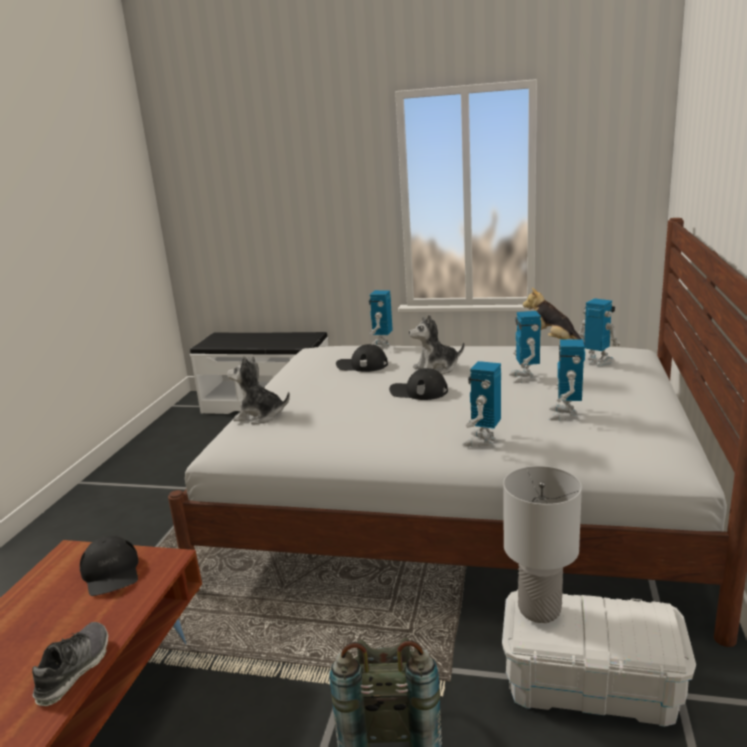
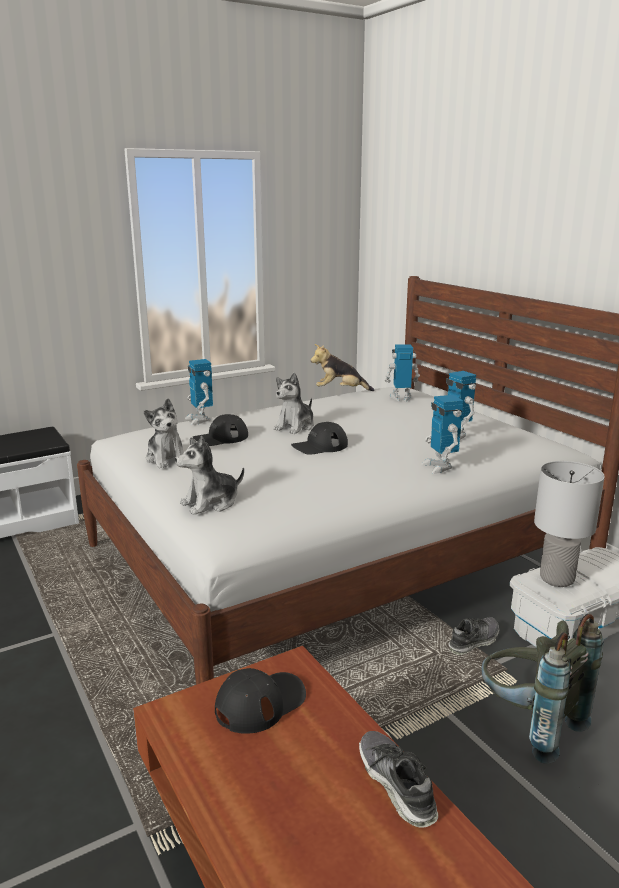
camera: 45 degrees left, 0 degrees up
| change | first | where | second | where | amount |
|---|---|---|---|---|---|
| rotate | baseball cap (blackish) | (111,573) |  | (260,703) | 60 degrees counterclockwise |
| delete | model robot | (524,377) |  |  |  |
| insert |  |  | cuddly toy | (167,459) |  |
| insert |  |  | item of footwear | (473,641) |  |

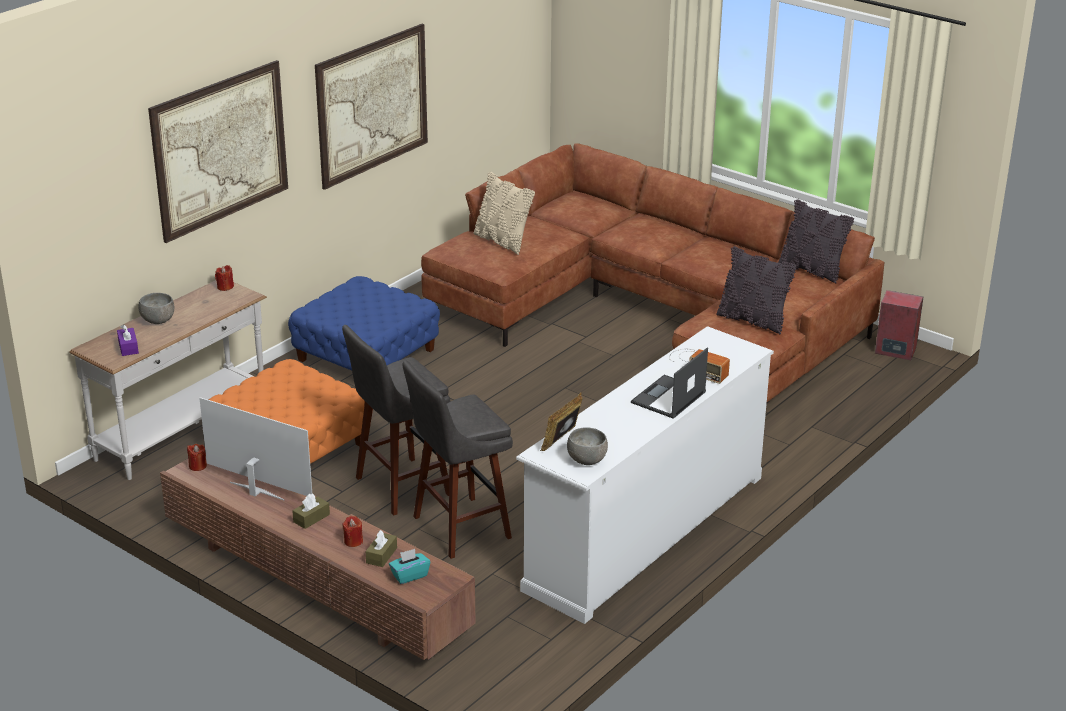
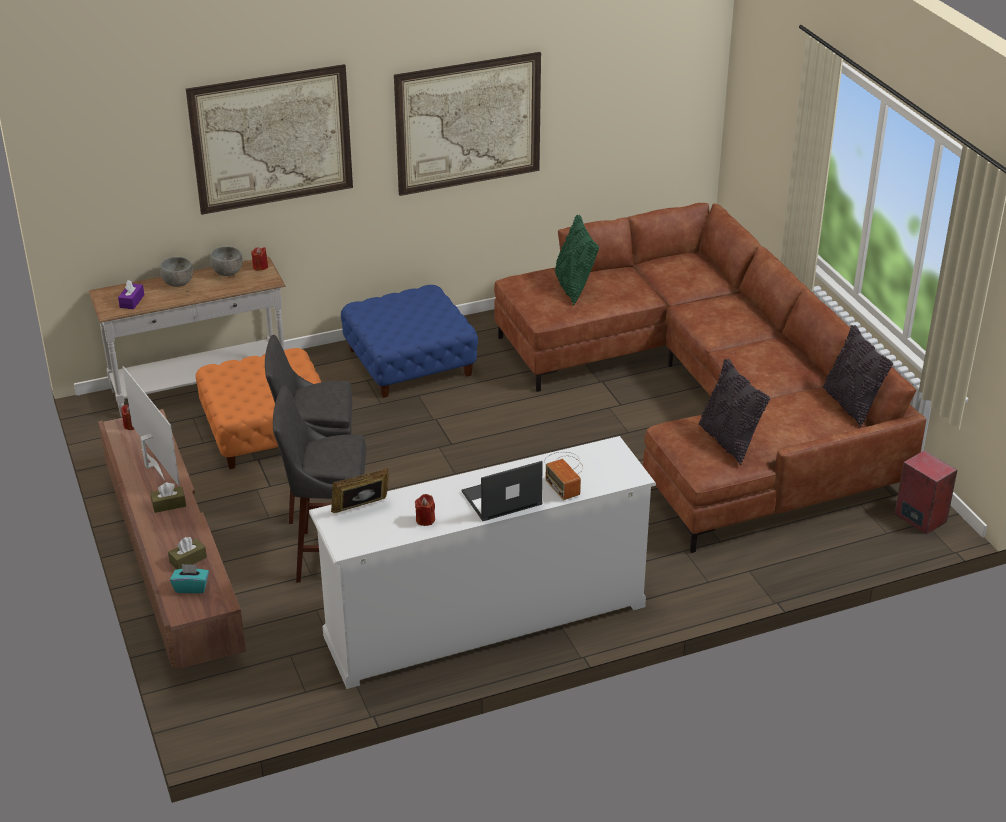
camera: 30 degrees right, 5 degrees up
| change | first | where | second | where | amount |
|---|---|---|---|---|---|
| move | wax light (reddish) | (353,541) |  | (425,520) |  |
| recolor | cushion (beige) | (503,242) | cushion (green) | (574,287) |  |
| move | bowl (gray) | (587,461) |  | (227,273) |  |

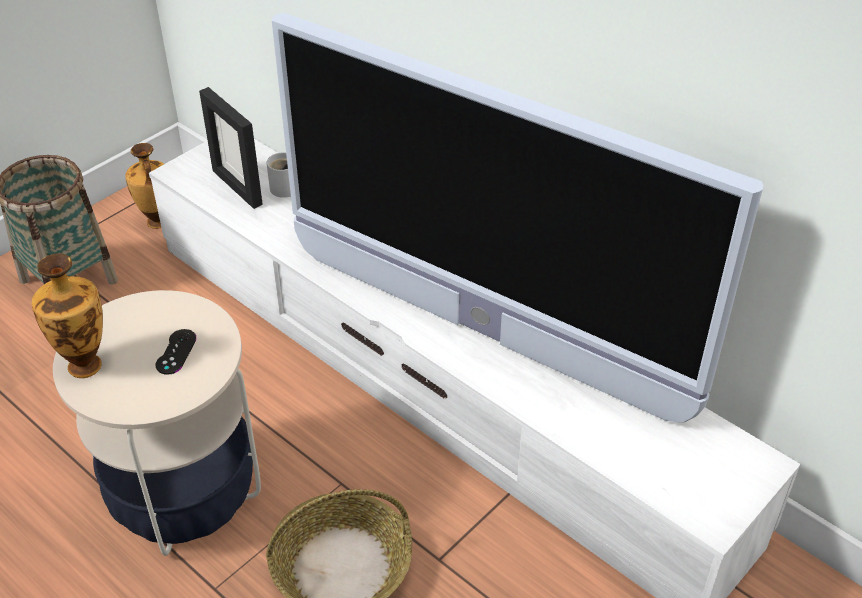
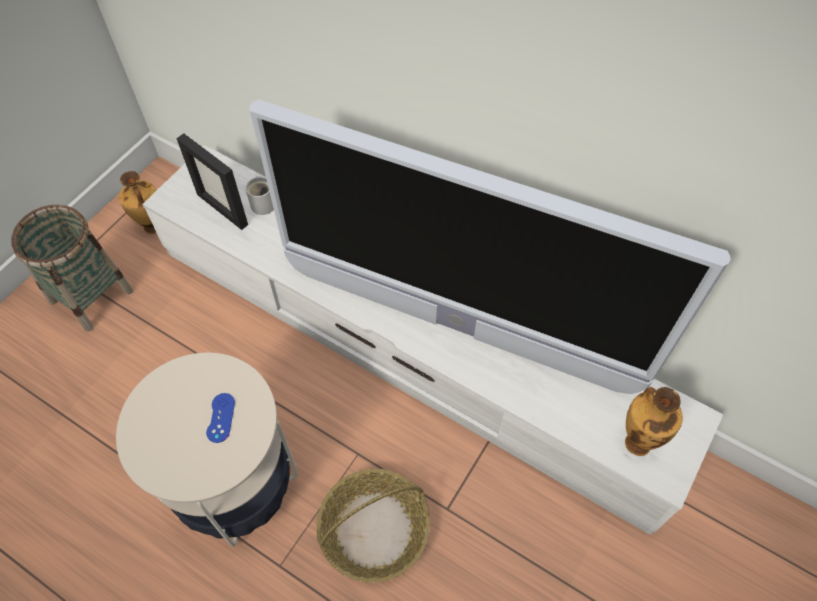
camera: 10 degrees left, 15 degrees up
| change | first | where | second | where | amount |
|---|---|---|---|---|---|
| move | decorative vase | (85,364) |  | (637,441) |  |
| recolor | joypad (blackish) | (176,352) | joypad (bluish) | (220,417) |  |

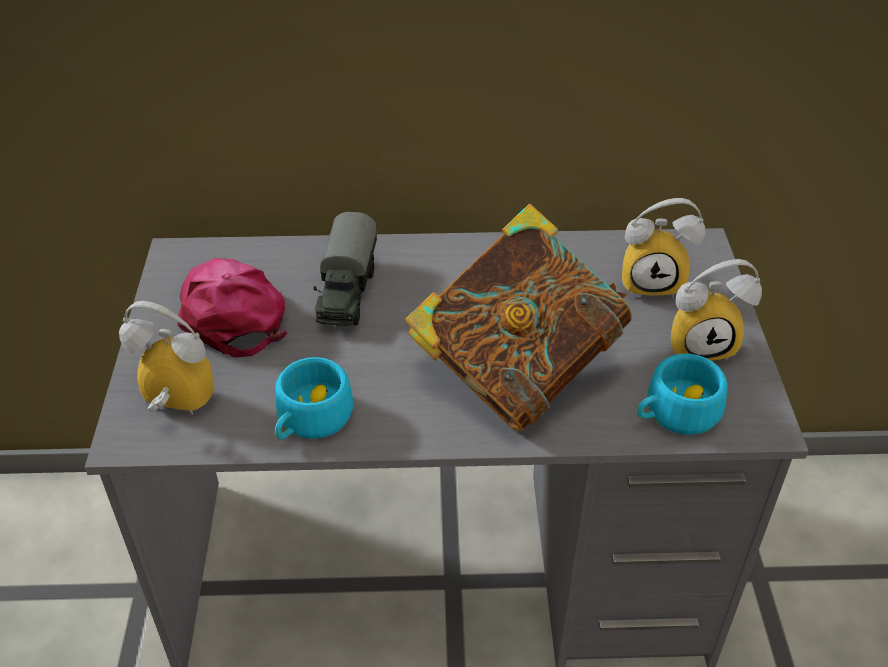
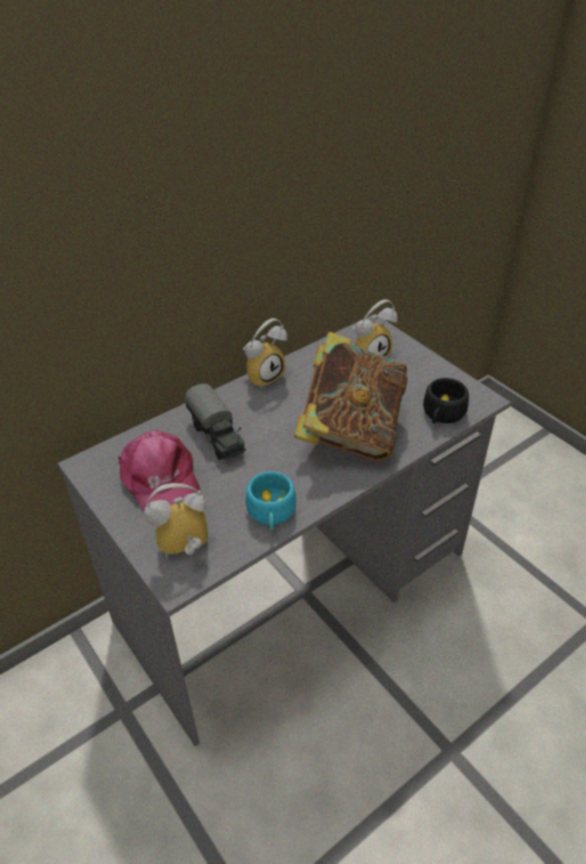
camera: 35 degrees left, 0 degrees up
| change | first | where | second | where | amount |
|---|---|---|---|---|---|
| rotate | baseball cap (pinkish) | (231,312) |  | (160,480) | 150 degrees counterclockwise |
| recolor | cup (turquoise-coloured) | (675,414) | cup (blackish) | (442,414) |  |
| move | table clock | (701,344) |  | (264,375) |  |

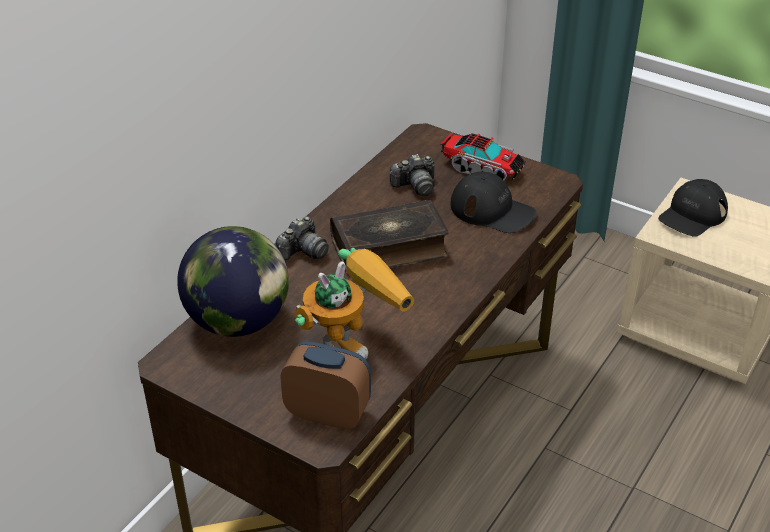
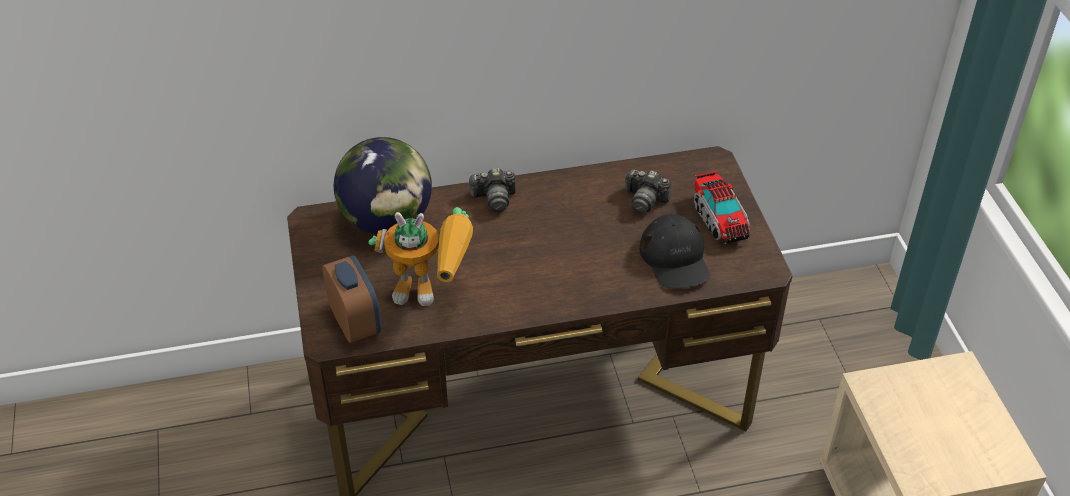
camera: 45 degrees right, 5 degrees up
| change | first | where | second | where | amount |
|---|---|---|---|---|---|
| delete | volume | (389,248) |  |  |  |
| delete | baseball cap (blackish) | (692,215) |  |  |  |

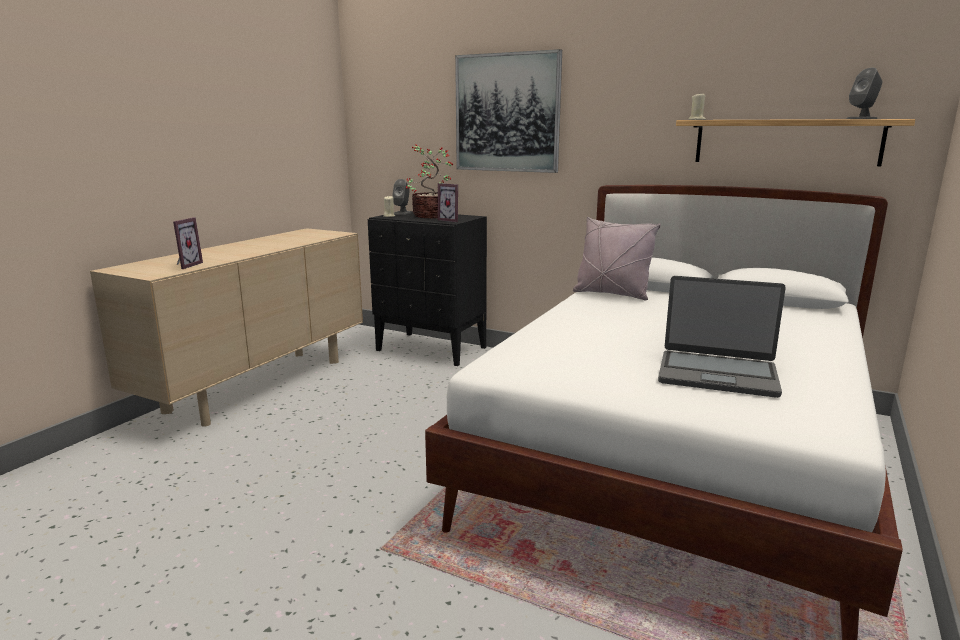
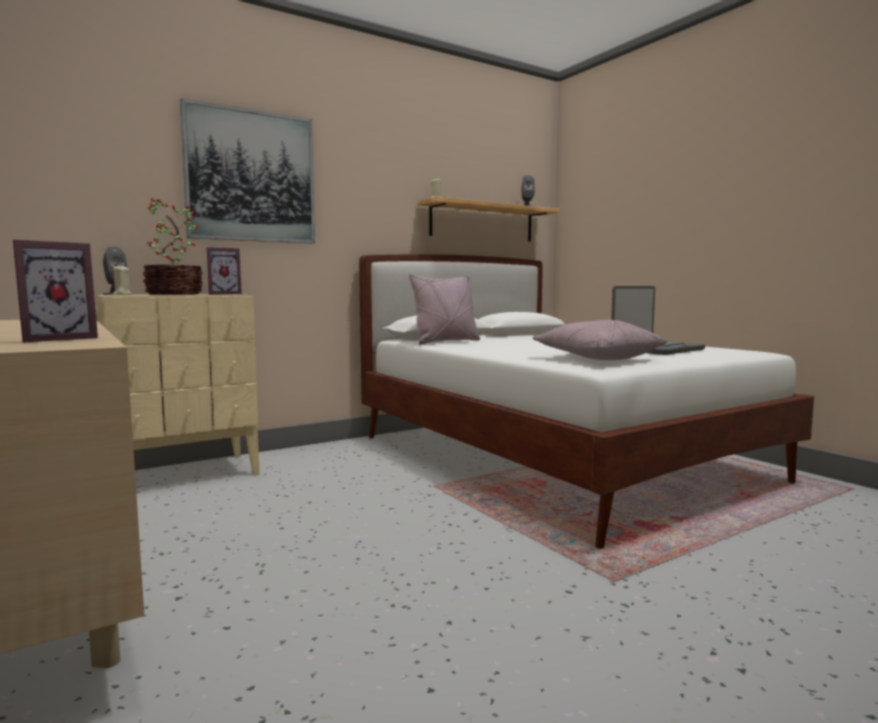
camera: 60 degrees left, 10 degrees down
| change | first | where | second | where | amount |
|---|---|---|---|---|---|
| rotate | standing frame | (185,265) |  | (56,339) | 90 degrees clockwise |
| recolor | dresser (blackish) | (431,349) | dresser (beige) | (186,475) |  |
| insert |  |  | cushion (purple-coloured) | (597,358) |  |

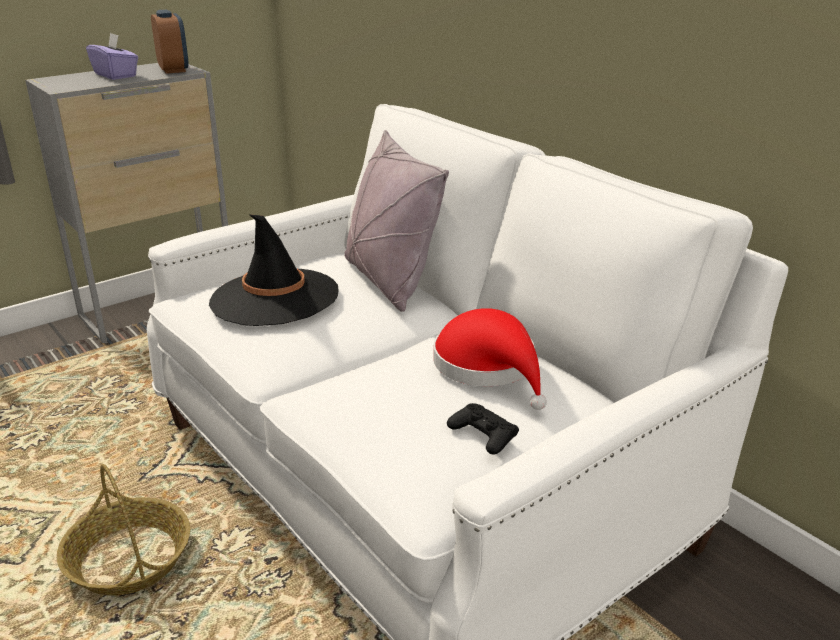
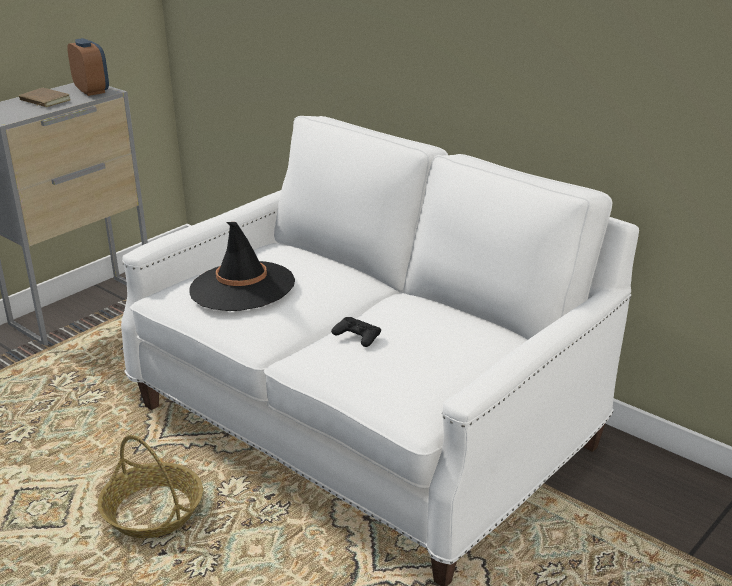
camera: 10 degrees left, 0 degrees up
| change | first | where | second | where | amount |
|---|---|---|---|---|---|
| replace | box of tissues (purple-coloured) | (116,75) | volume (brown-coloured) | (43,101) |  |
| delete | cushion (purple-coloured) | (389,281) |  |  |  |
| delete | clothing hat (reddish) | (489,367) |  |  |  |
| move | joypad (blackish) | (483,434) |  | (357,336) |  |

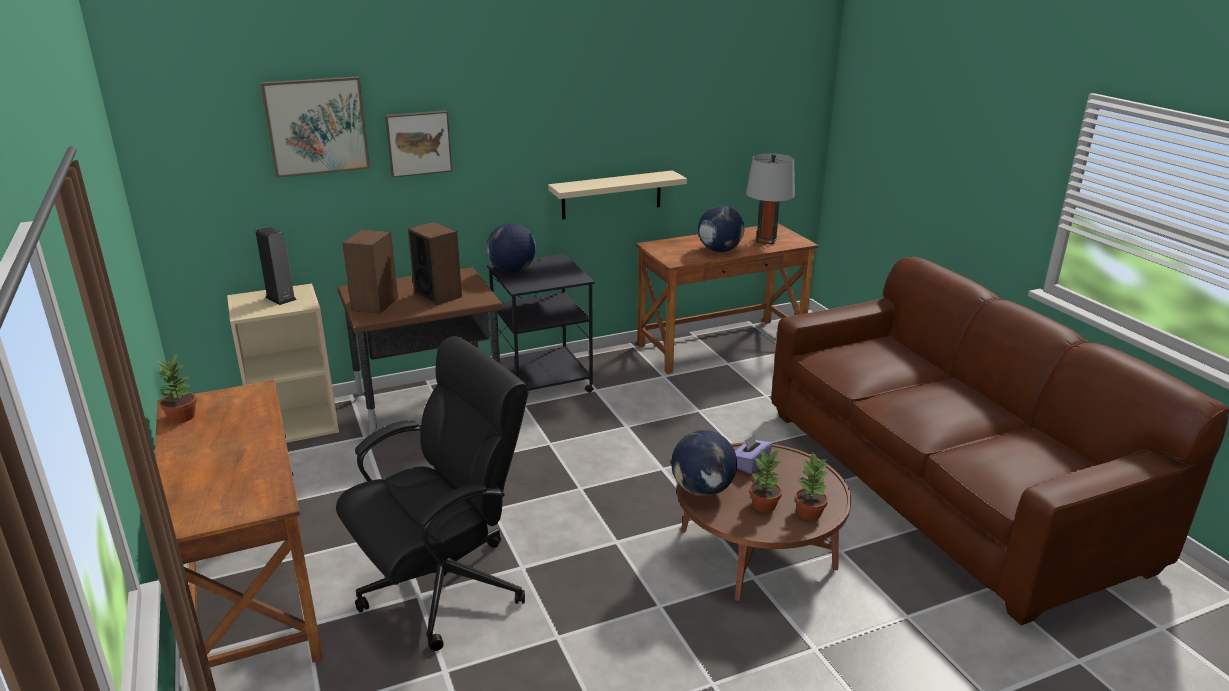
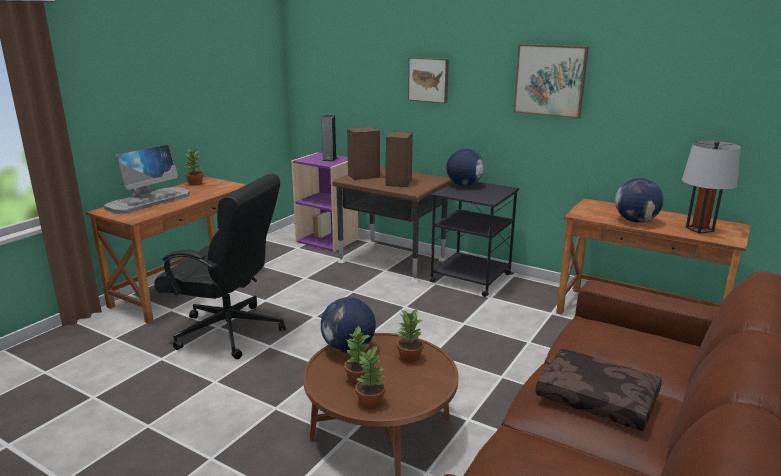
camera: 55 degrees right, 5 degrees down
| change | first | where | second | where | amount |
|---|---|---|---|---|---|
| recolor | bookcase (beige) | (295,423) | bookcase (purple-coloured) | (328,240) |  |
| move | wall picture | (316,126) |  | (550,80) |  |
| delete | bracket shelf (beige) | (611,195) |  |  |  |
| replace | box of tissues (purple-coloured) | (750,464) | plant in a pot | (409,357) |  |
| insert |  |  | monitor | (149,201) |  |
| insert |  |  | cushion (brown-coloured) | (598,398) |  |

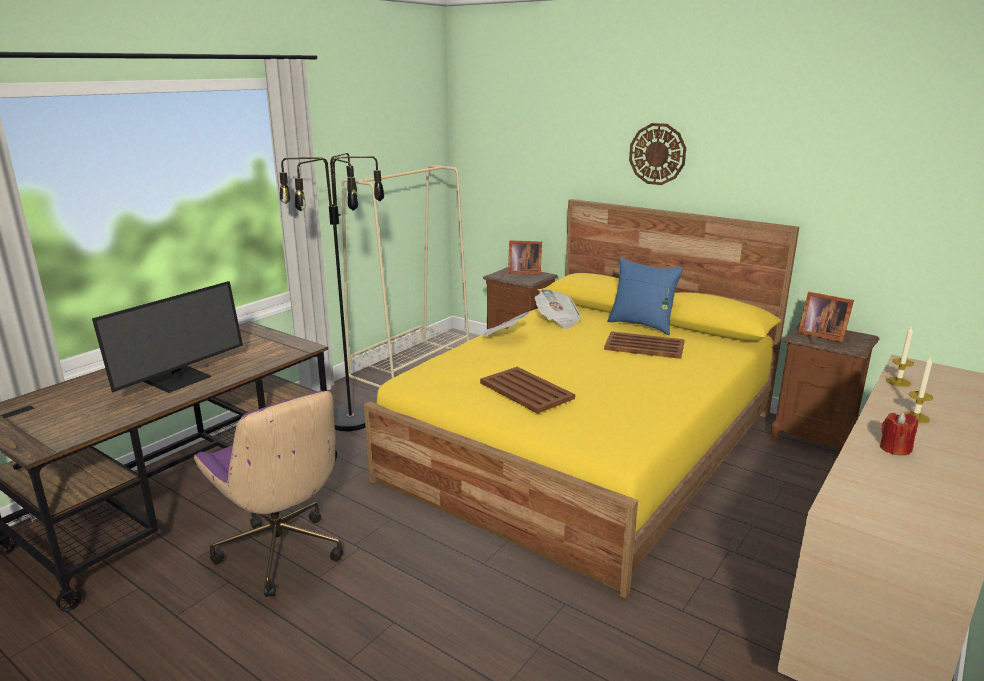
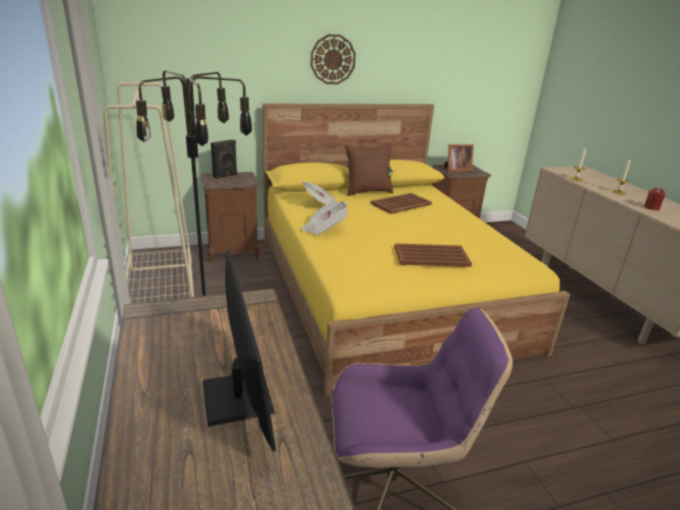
camera: 55 degrees left, 5 degrees up
| change | first | where | second | where | amount |
|---|---|---|---|---|---|
| replace | standing frame | (523,272) | loudspeaker (blackish) | (225,176) |  |
| recolor | cushion (bluish) | (641,326) | cushion (brown-coloured) | (367,192) |  |

